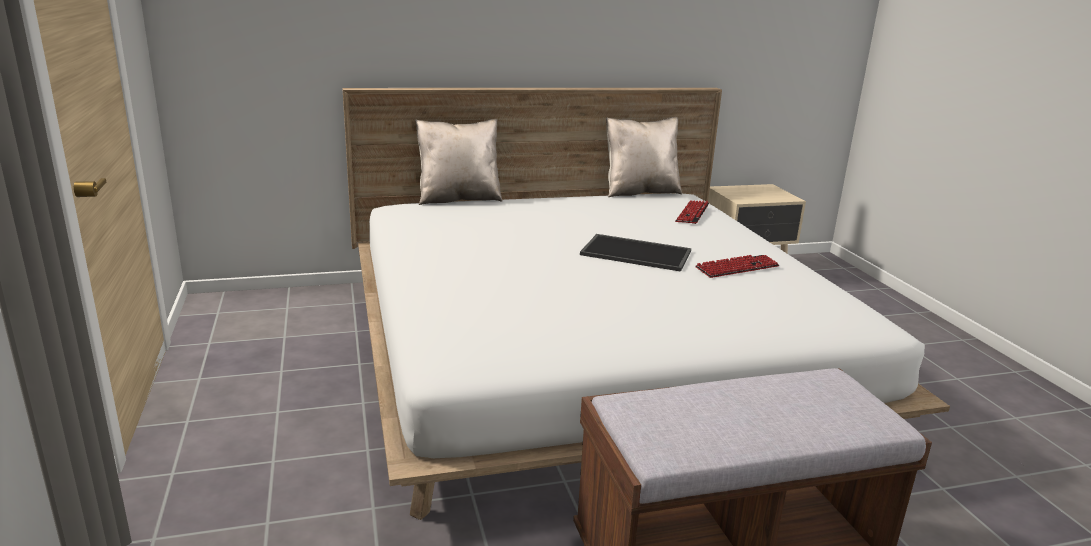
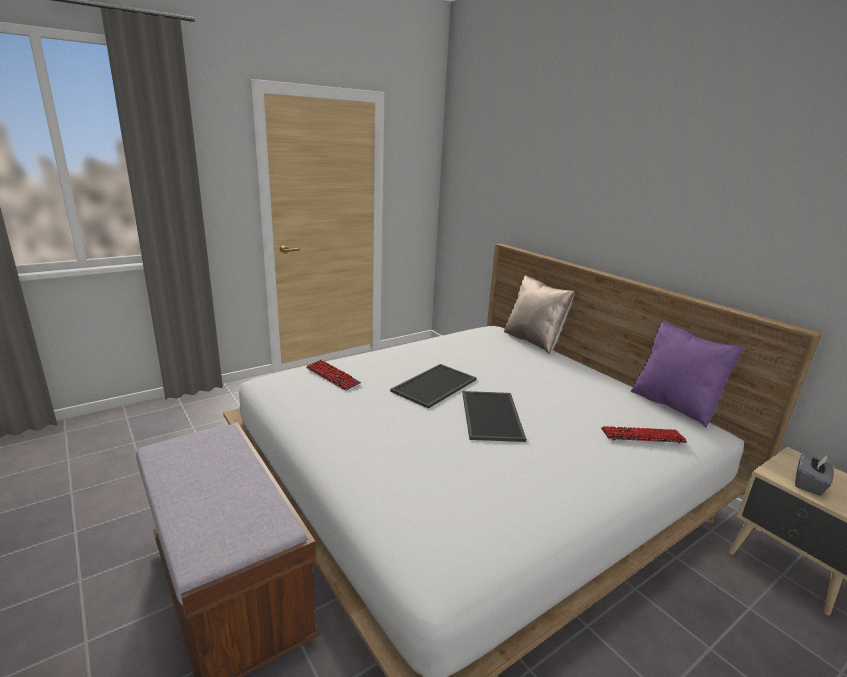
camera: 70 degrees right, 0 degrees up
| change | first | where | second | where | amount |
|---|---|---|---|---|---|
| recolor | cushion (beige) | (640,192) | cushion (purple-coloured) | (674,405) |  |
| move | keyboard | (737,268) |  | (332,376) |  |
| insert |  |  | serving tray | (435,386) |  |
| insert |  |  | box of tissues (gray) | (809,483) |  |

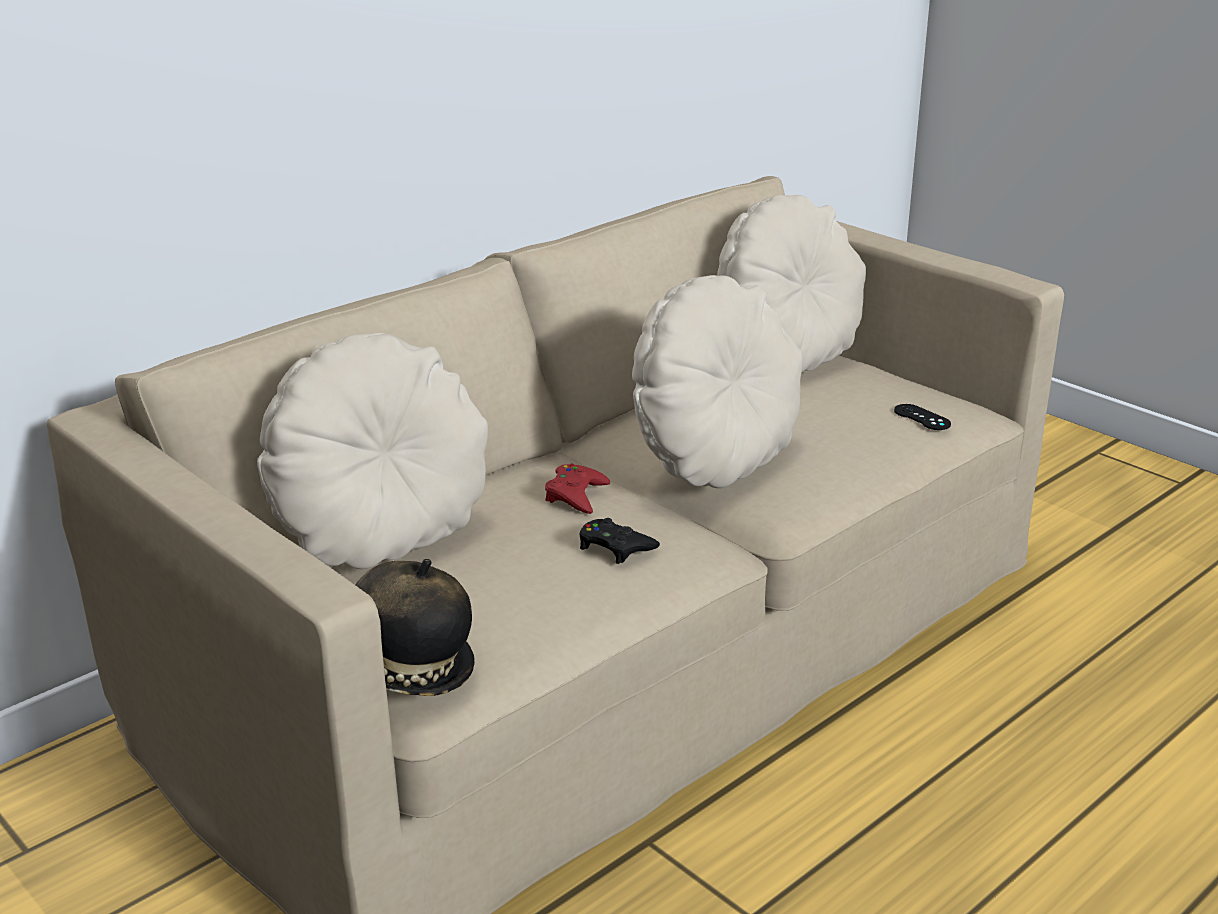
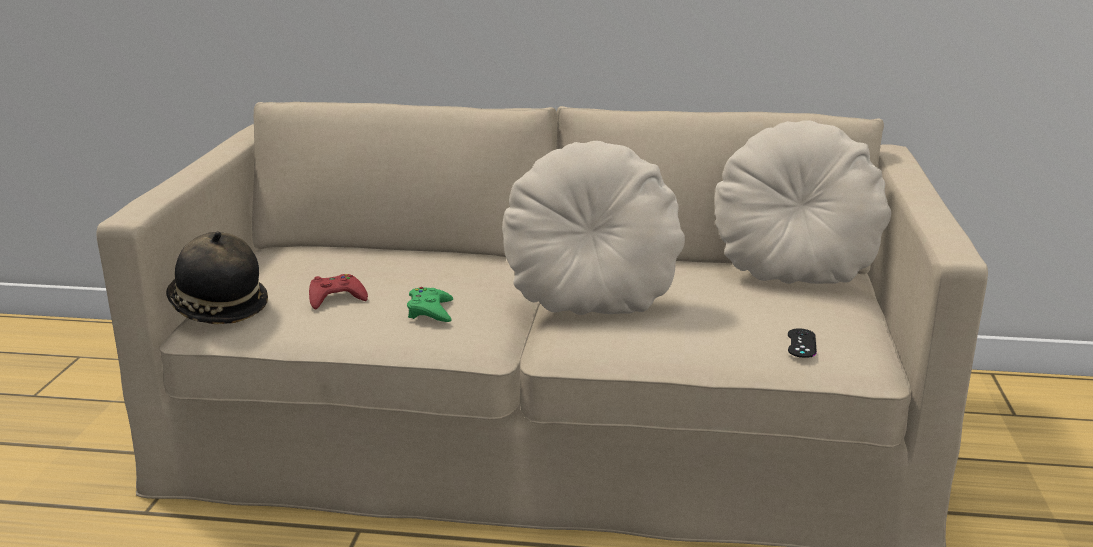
camera: 50 degrees right, 5 degrees down
| change | first | where | second | where | amount |
|---|---|---|---|---|---|
| delete | cushion (beige) | (384,542) |  |  |  |
| move | joypad (reddish) | (576,495) |  | (336,298) |  |
| recolor | joypad (blackish) | (615,547) | joypad (green) | (430,311) |  |

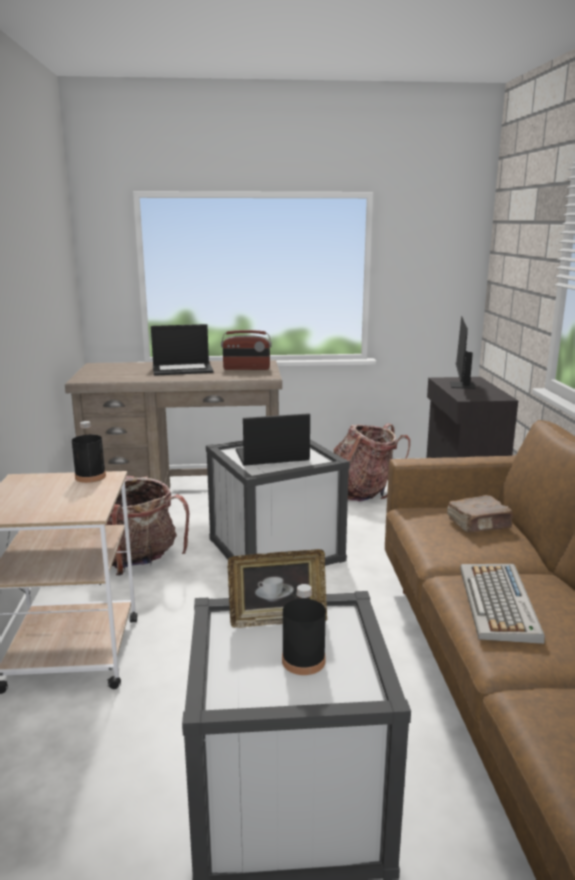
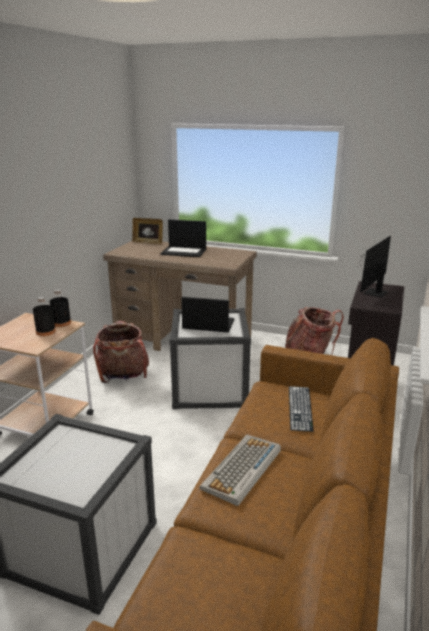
camera: 25 degrees right, 5 degrees up
| change | first | where | second | where | amount |
|---|---|---|---|---|---|
| delete | radio | (246,368) |  |  |  |
| move | standing frame | (277,619) |  | (148,242) |  |
| move | beverage bottle (blackish) | (303,661) |  | (45,332) |  |
| replace | volume (brown-coloured) | (479,524) | keyboard | (300,408) |  |

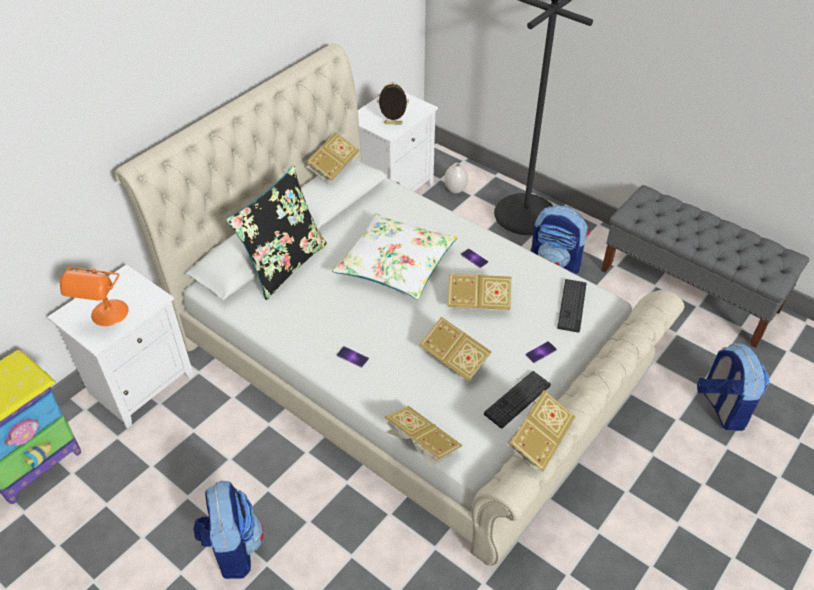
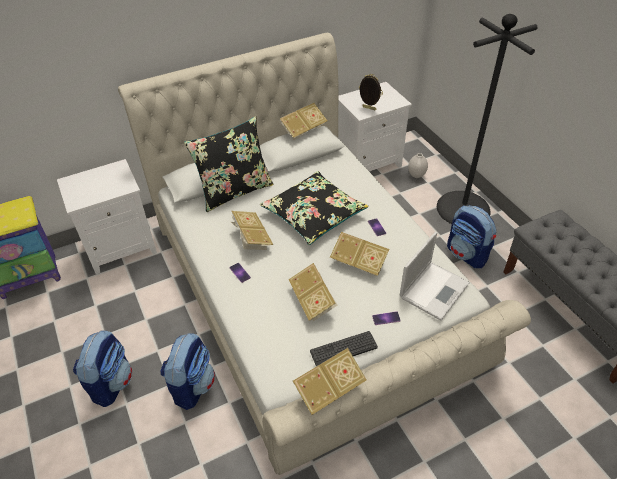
camera: 25 degrees right, 0 degrees up
| change | first | where | second | where | amount |
|---|---|---|---|---|---|
| delete | table lamp (orange-coloured) | (107,318) |  |  |  |
| recolor | cushion (whitish) | (395,265) | cushion (blackish) | (313,214) |  |
| move | volume | (421,445) |  | (251,238) |  |
| replace | keyboard | (572,305) | laptop | (434,289) |  |
| move | backpack | (722,407) |  | (192,385) |  |

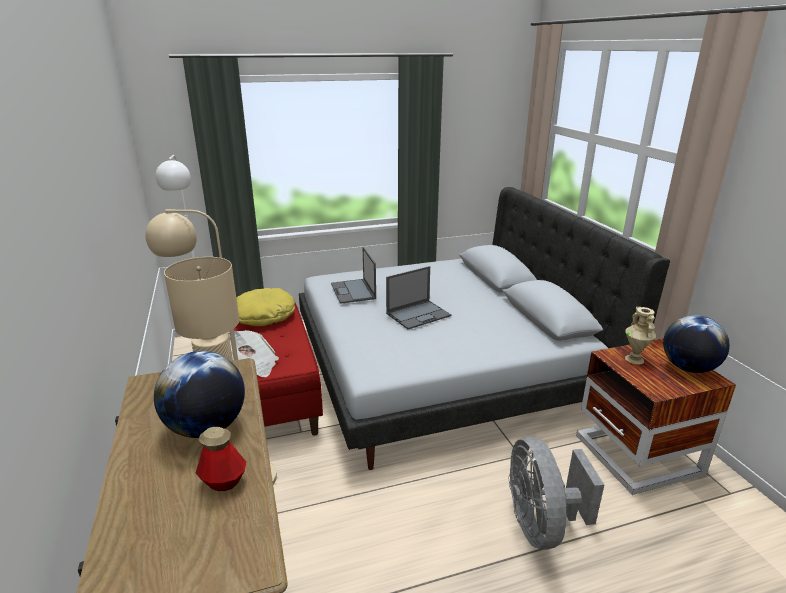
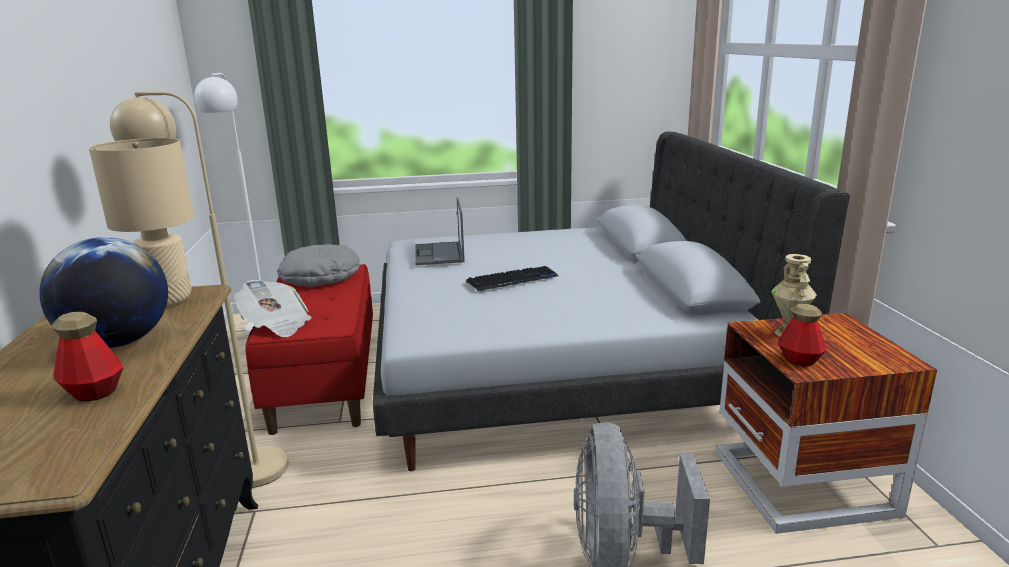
camera: 10 degrees right, 5 degrees down
| change | first | where | second | where | amount |
|---|---|---|---|---|---|
| recolor | cushion (yellow) | (265,316) | cushion (gray) | (322,277) |  |
| replace | laptop | (419,314) | keyboard | (512,280) |  |
| delete | globe | (688,368) |  |  |  |
| insert |  |  | beverage bottle | (799,360) |  |

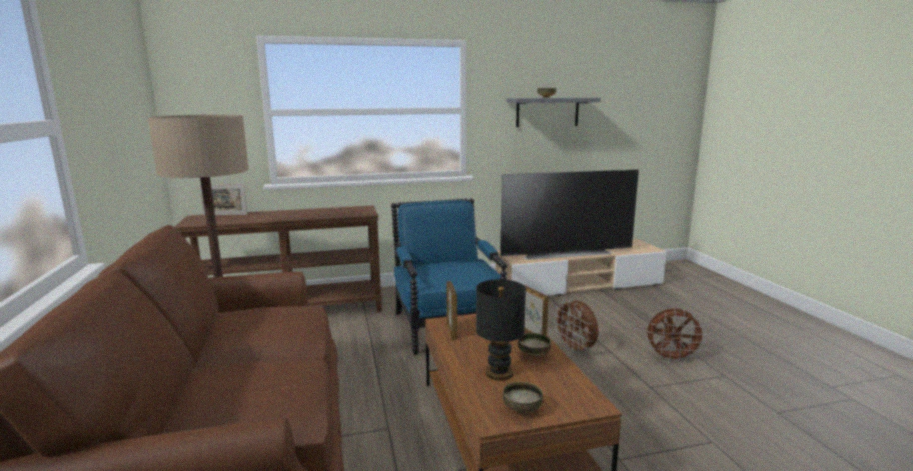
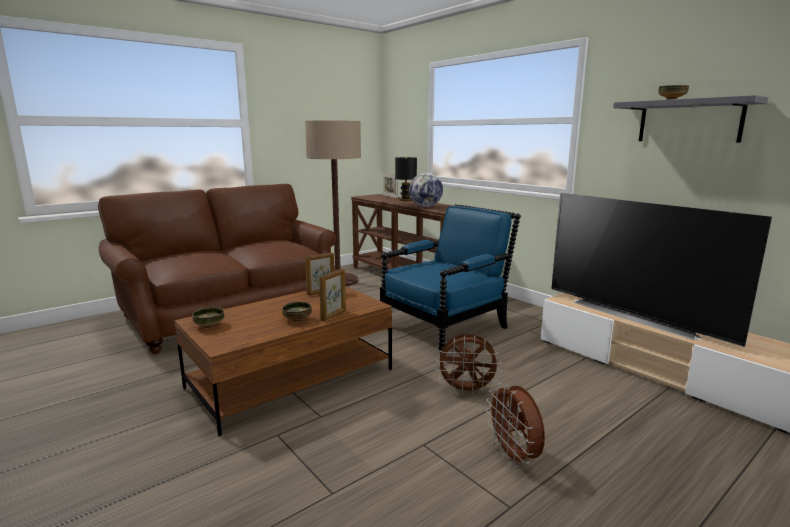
camera: 65 degrees right, 0 degrees up
| change | first | where | second | where | amount |
|---|---|---|---|---|---|
| move | table lamp (blackish) | (499,373) |  | (405,200) |  |
| rotate | cooling fan (brown-coloured) | (576,349) |  | (466,390) | 120 degrees counterclockwise |
| insert |  |  | globe | (425,206) |  |

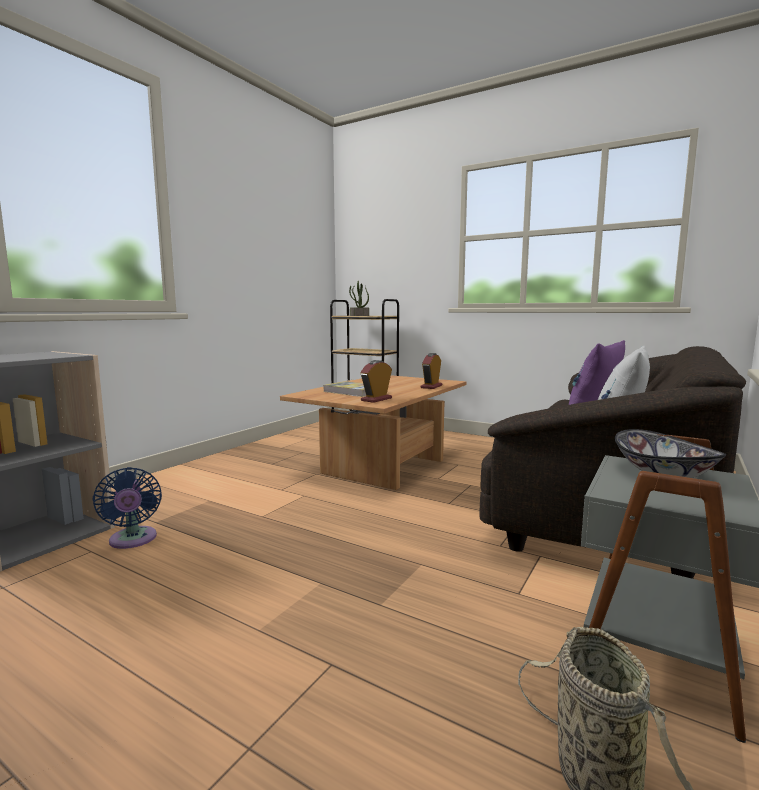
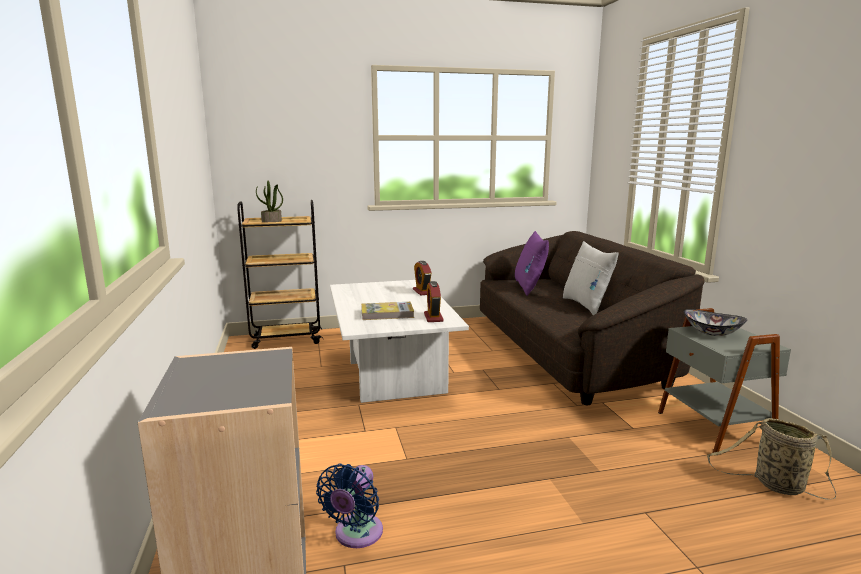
camera: 45 degrees left, 5 degrees up
| change | first | where | second | where | amount |
|---|---|---|---|---|---|
| rotate | cooling fan (bluish) | (133,540) |  | (356,535) | 90 degrees clockwise |
| recolor | coffee table (brown-coloured) | (381,465) | coffee table (whitish) | (392,376) |  |

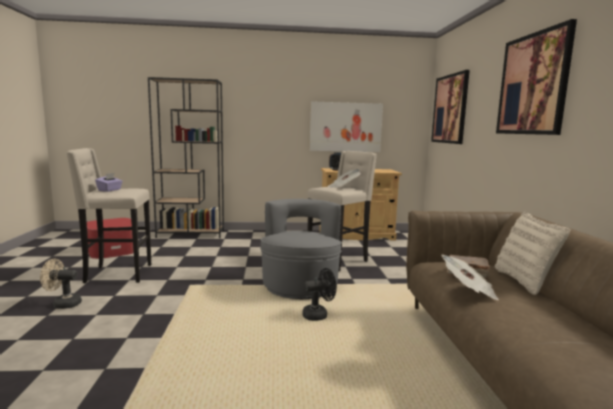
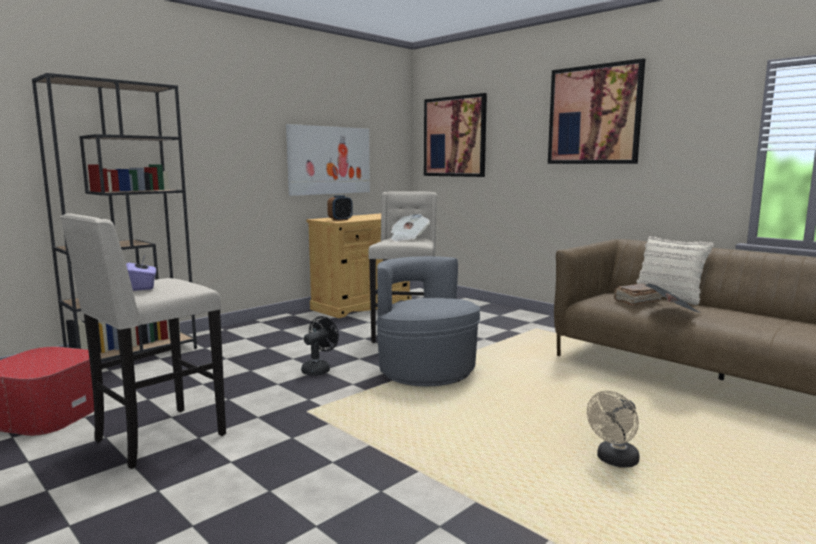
camera: 40 degrees left, 0 degrees up
| change | first | where | second | where | amount |
|---|---|---|---|---|---|
| move | cooling fan (beige) | (63,304) |  | (614,461) |  |
| move | cooling fan (blackish) | (319,315) |  | (319,369) |  |

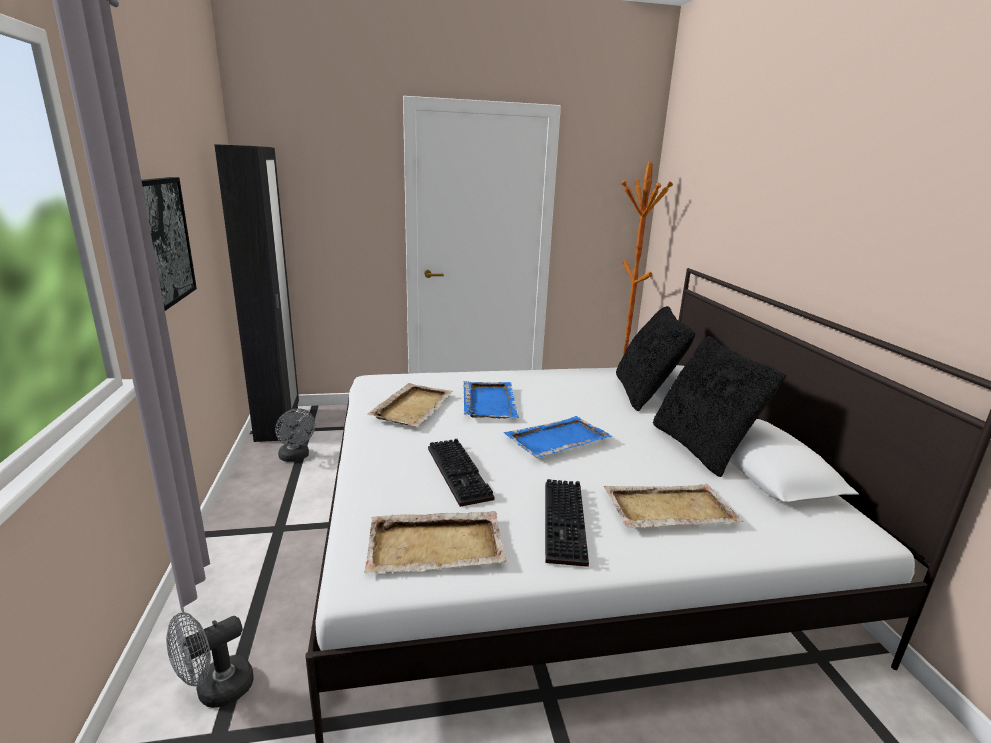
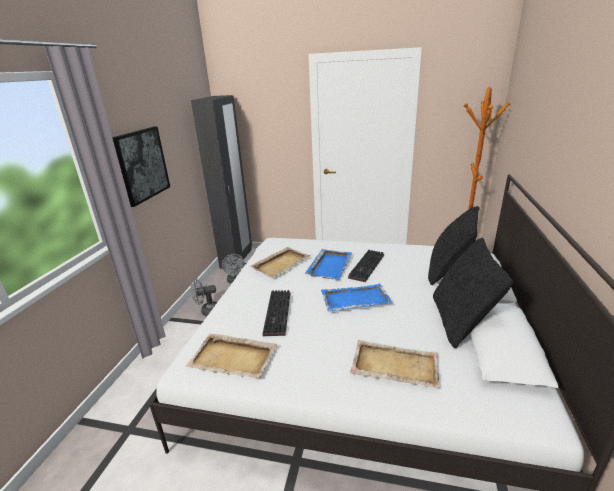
camera: 25 degrees right, 5 degrees up
| change | first | where | second | where | amount |
|---|---|---|---|---|---|
| move | cooling fan (gray) | (216,691) |  | (207,311) |  |
| move | keyboard | (567,523) |  | (367,267) |  |

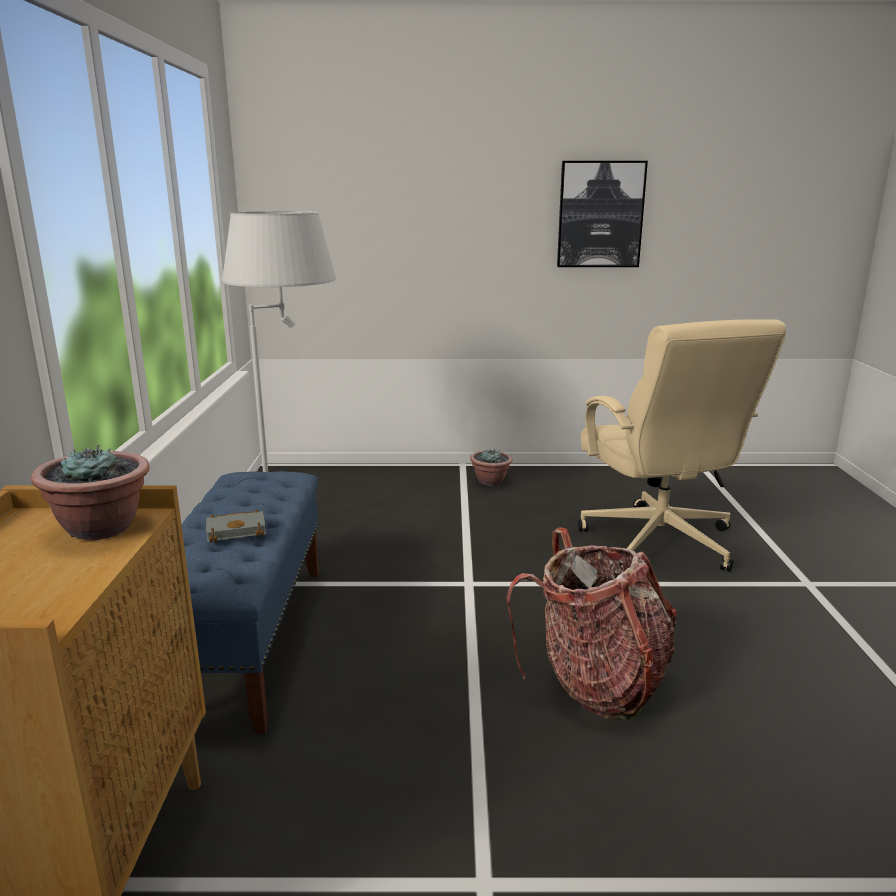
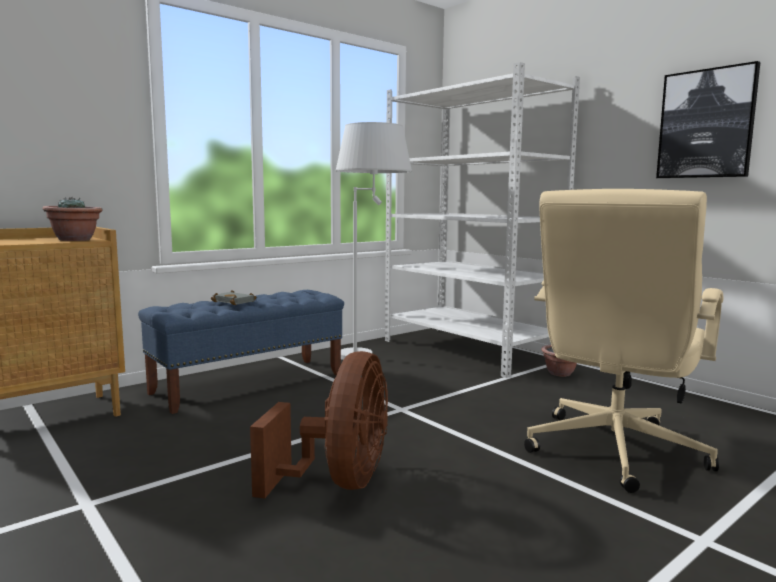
camera: 50 degrees right, 10 degrees down
| change | first | where | second | where | amount |
|---|---|---|---|---|---|
| replace | backpack | (597,683) | cooling fan (brown-coloured) | (339,482) |  |
| insert |  |  | bookcase (whitish) | (468,350) |  |

